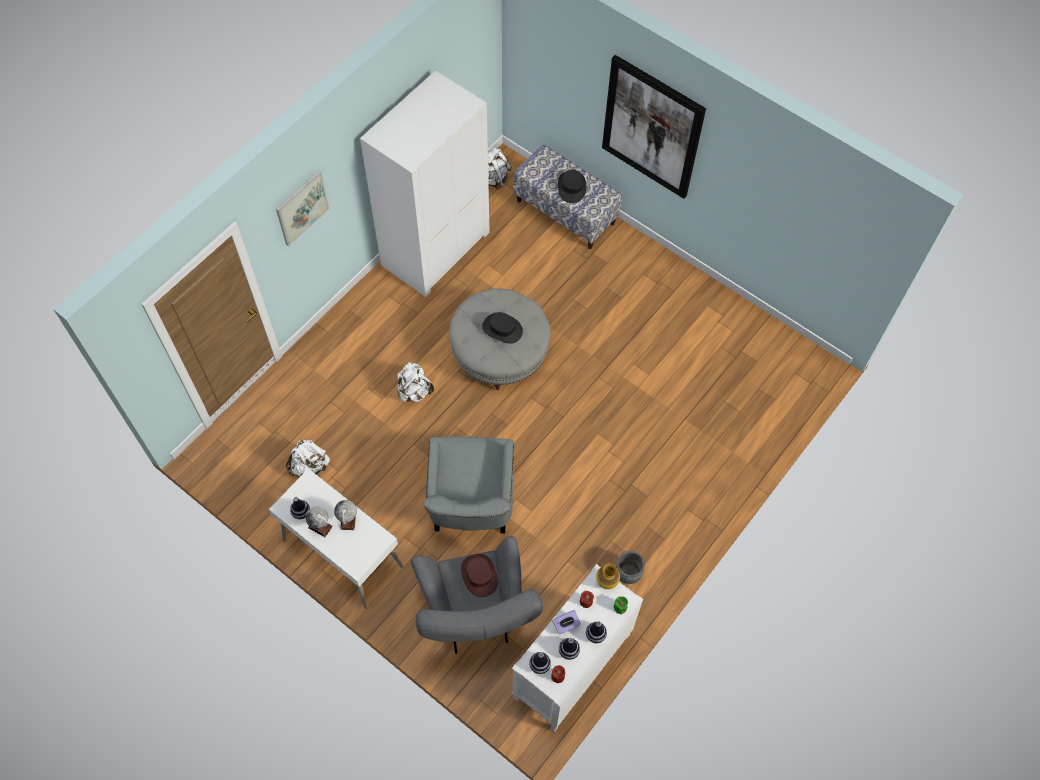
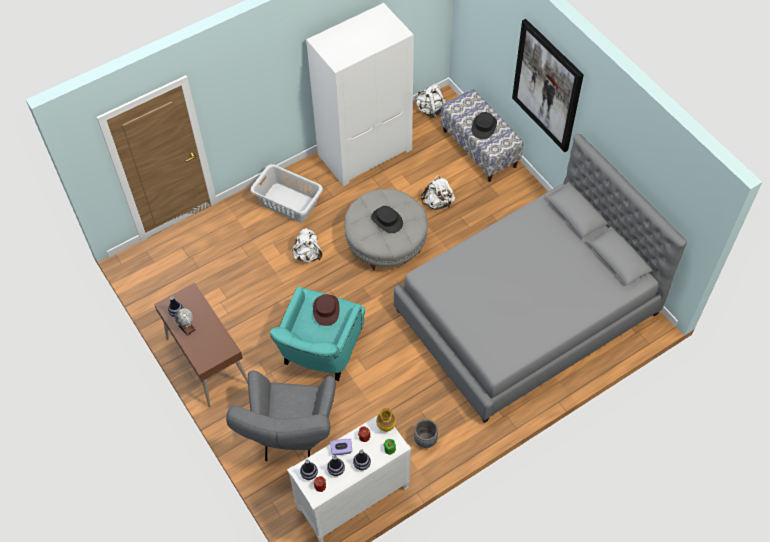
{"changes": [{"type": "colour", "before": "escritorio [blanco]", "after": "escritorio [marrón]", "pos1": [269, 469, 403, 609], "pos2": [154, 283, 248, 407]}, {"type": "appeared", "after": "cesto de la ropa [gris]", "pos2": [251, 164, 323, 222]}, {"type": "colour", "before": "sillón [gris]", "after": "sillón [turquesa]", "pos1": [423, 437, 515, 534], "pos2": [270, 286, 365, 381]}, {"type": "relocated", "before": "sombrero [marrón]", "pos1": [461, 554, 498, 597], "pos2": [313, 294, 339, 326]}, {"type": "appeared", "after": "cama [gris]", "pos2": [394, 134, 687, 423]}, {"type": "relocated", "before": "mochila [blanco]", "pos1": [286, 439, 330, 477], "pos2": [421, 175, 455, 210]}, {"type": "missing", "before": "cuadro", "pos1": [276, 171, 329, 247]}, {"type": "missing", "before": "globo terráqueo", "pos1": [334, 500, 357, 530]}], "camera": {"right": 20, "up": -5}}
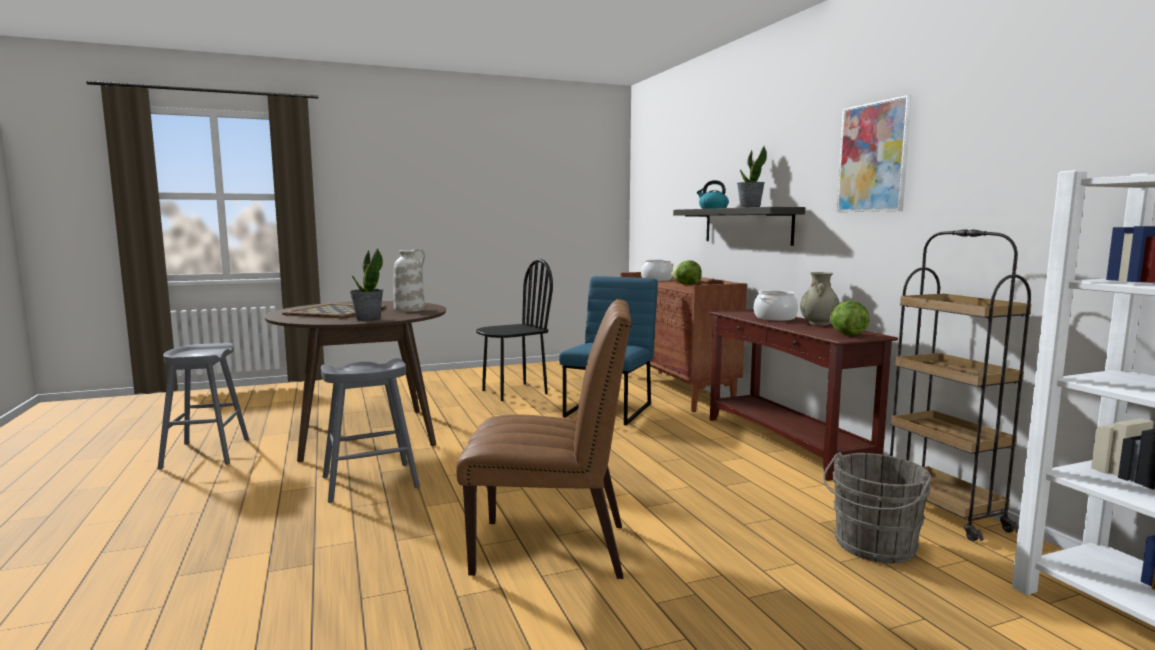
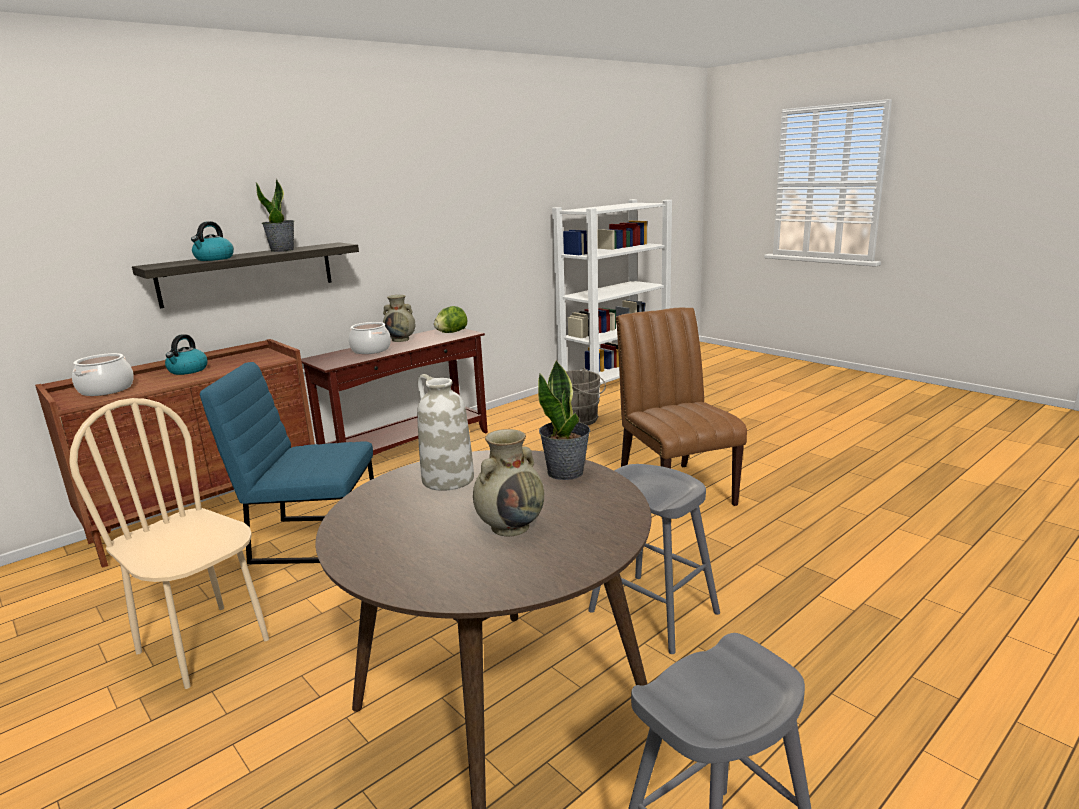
{"changes": [{"type": "colour", "before": "silla [negro]", "after": "silla [beis]", "pos1": [476, 259, 553, 401], "pos2": [69, 398, 269, 689]}, {"type": "exchanged", "before": "lechuga", "after": "hervidor", "pos1": [671, 260, 702, 285], "pos2": [165, 334, 208, 375]}, {"type": "exchanged", "before": "bandeja", "after": "florero [beis]", "pos1": [282, 303, 387, 318], "pos2": [473, 429, 544, 536]}, {"type": "missing", "before": "cuadro", "pos1": [836, 95, 912, 212]}, {"type": "missing", "before": "carrito [marrón]", "pos1": [890, 229, 1031, 541]}], "camera": {"right": -110, "up": 10}}
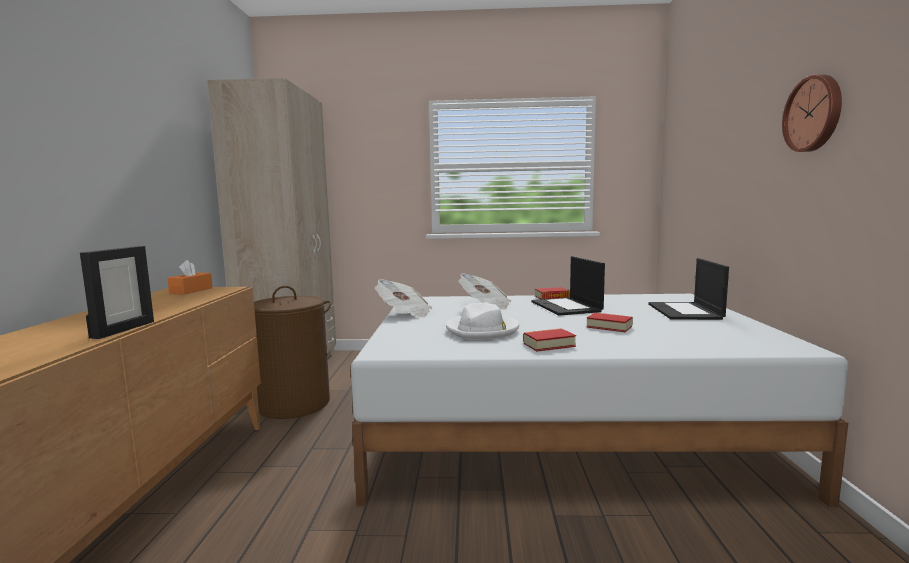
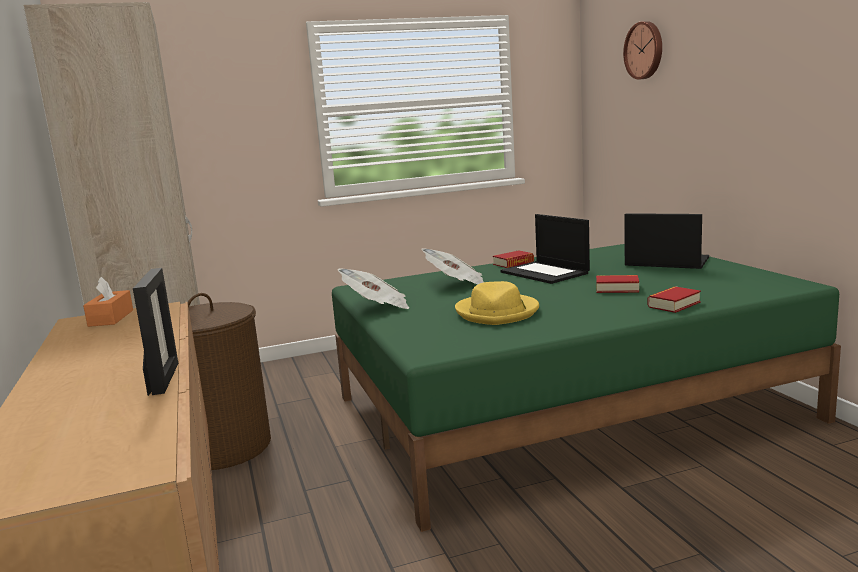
{"changes": [{"type": "colour", "before": "cama [blanco]", "after": "cama [verde]", "pos1": [351, 294, 848, 508], "pos2": [332, 244, 841, 532]}, {"type": "colour", "before": "sombrero [blanco]", "after": "sombrero [amarillo]", "pos1": [446, 303, 519, 340], "pos2": [455, 281, 539, 325]}, {"type": "relocated", "before": "reloj de pared", "pos1": [782, 74, 842, 152], "pos2": [623, 21, 662, 79]}, {"type": "spun", "before": "portátil", "pos1": [648, 258, 729, 320], "pos2": [624, 213, 709, 269], "turn": 135}, {"type": "relocated", "before": "libro", "pos1": [523, 328, 576, 351], "pos2": [647, 286, 701, 313]}], "camera": {"right": -20, "up": 5}}
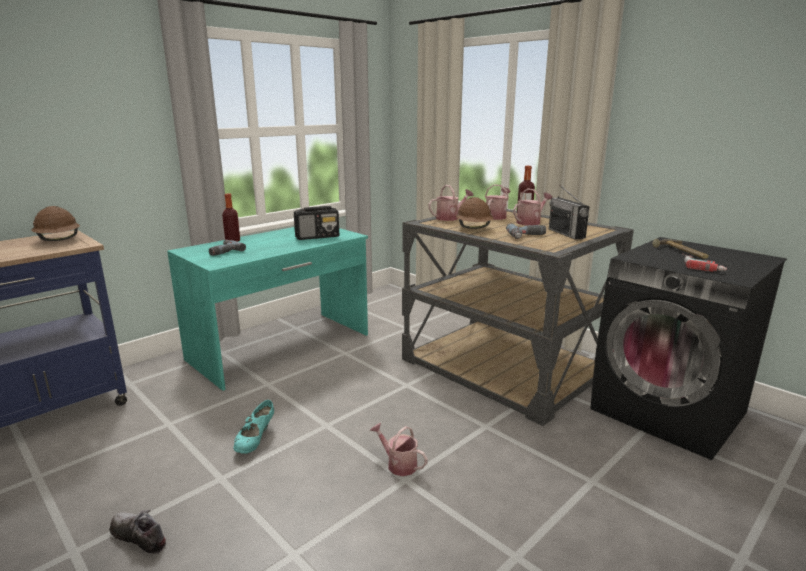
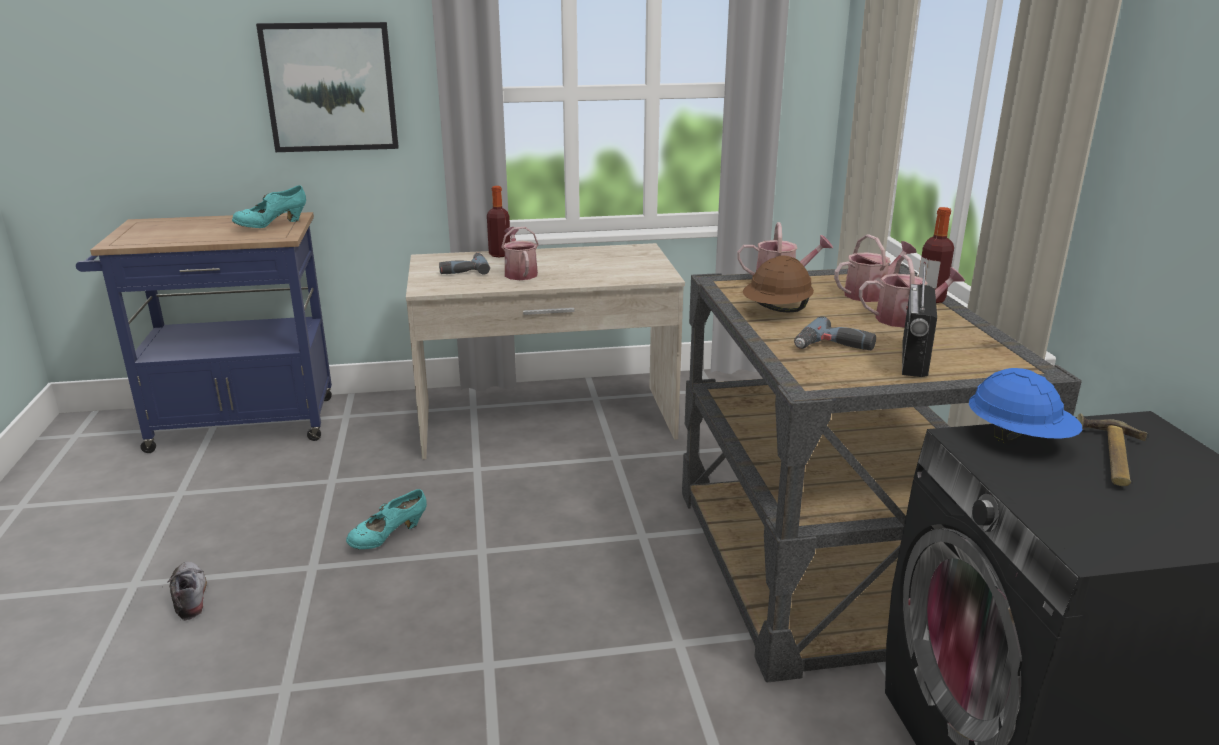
{"changes": [{"type": "exchanged", "before": "casco [marrón]", "after": "zapato [turquesa]", "pos1": [31, 206, 80, 241], "pos2": [232, 185, 306, 228]}, {"type": "appeared", "after": "cuadro", "pos2": [256, 22, 399, 152]}, {"type": "colour", "before": "escritorio [turquesa]", "after": "escritorio [beis]", "pos1": [167, 227, 368, 391], "pos2": [406, 243, 685, 460]}, {"type": "relocated", "before": "regadera", "pos1": [370, 423, 428, 476], "pos2": [502, 227, 539, 280]}, {"type": "appeared", "after": "casco [azul]", "pos2": [969, 368, 1083, 444]}, {"type": "missing", "before": "radio", "pos1": [294, 206, 339, 240]}, {"type": "missing", "before": "taladro", "pos1": [682, 254, 727, 272]}], "camera": {"right": 35, "up": 5}}
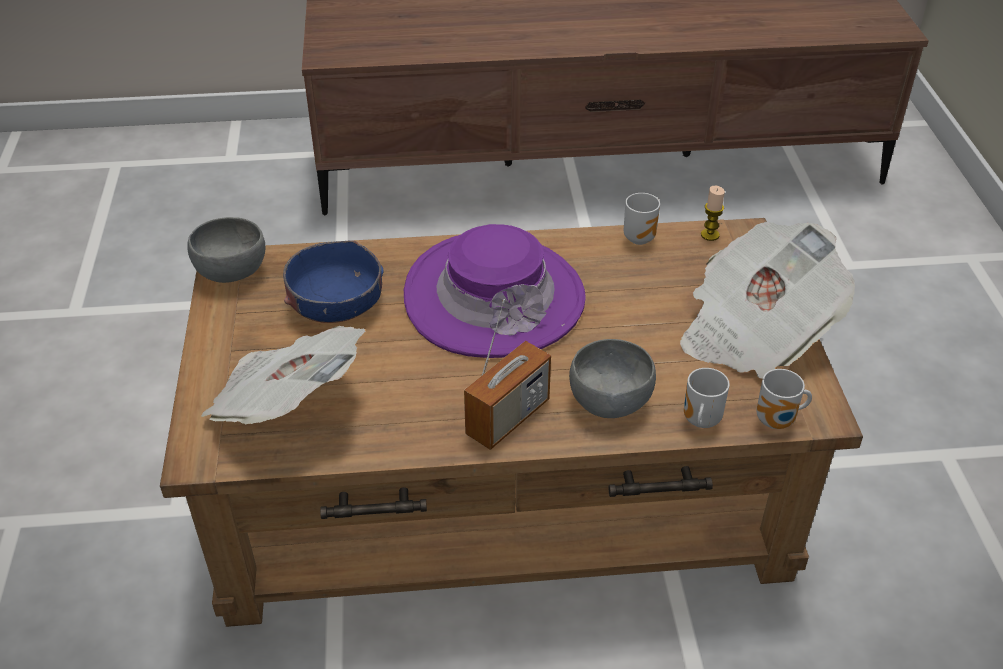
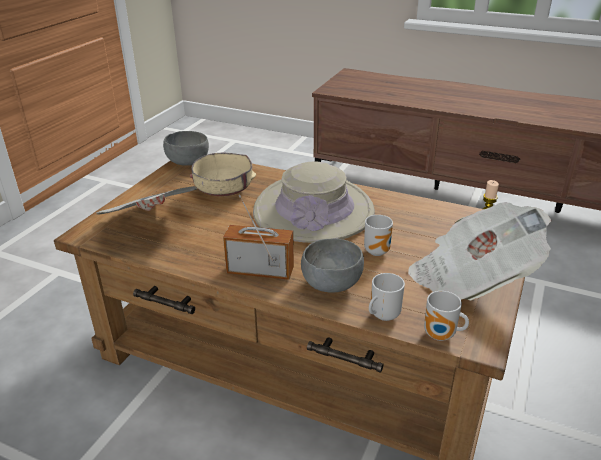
{"changes": [{"type": "colour", "before": "cuenco [azul]", "after": "cuenco [beis]", "pos1": [283, 240, 384, 323], "pos2": [190, 153, 256, 196]}, {"type": "spun", "before": "radio", "pos1": [464, 299, 551, 450], "pos2": [223, 195, 294, 280], "turn": -150}, {"type": "colour", "before": "sombrero [morado]", "after": "sombrero [beis]", "pos1": [404, 224, 586, 358], "pos2": [253, 161, 375, 243]}, {"type": "relocated", "before": "taza grande", "pos1": [624, 193, 660, 245], "pos2": [364, 215, 393, 256]}], "camera": {"right": 30, "up": -10}}
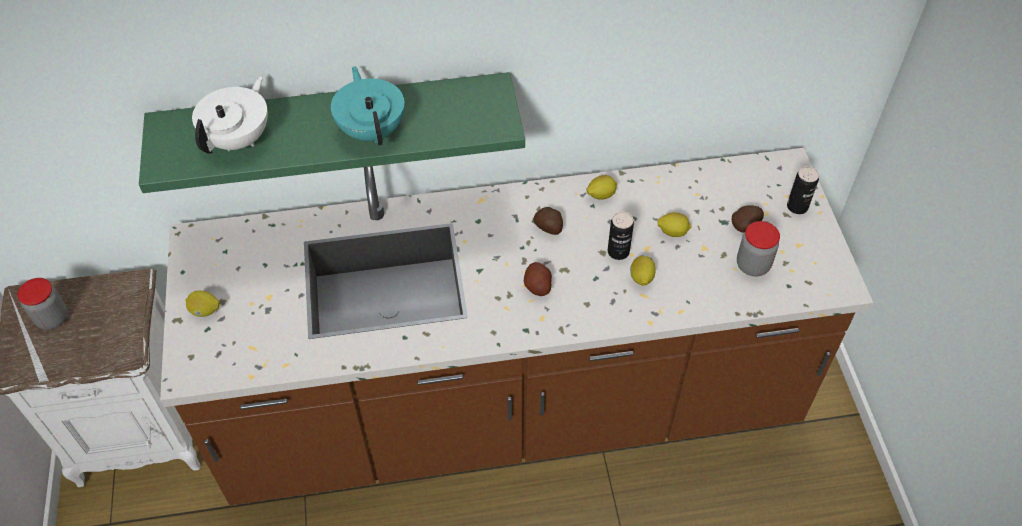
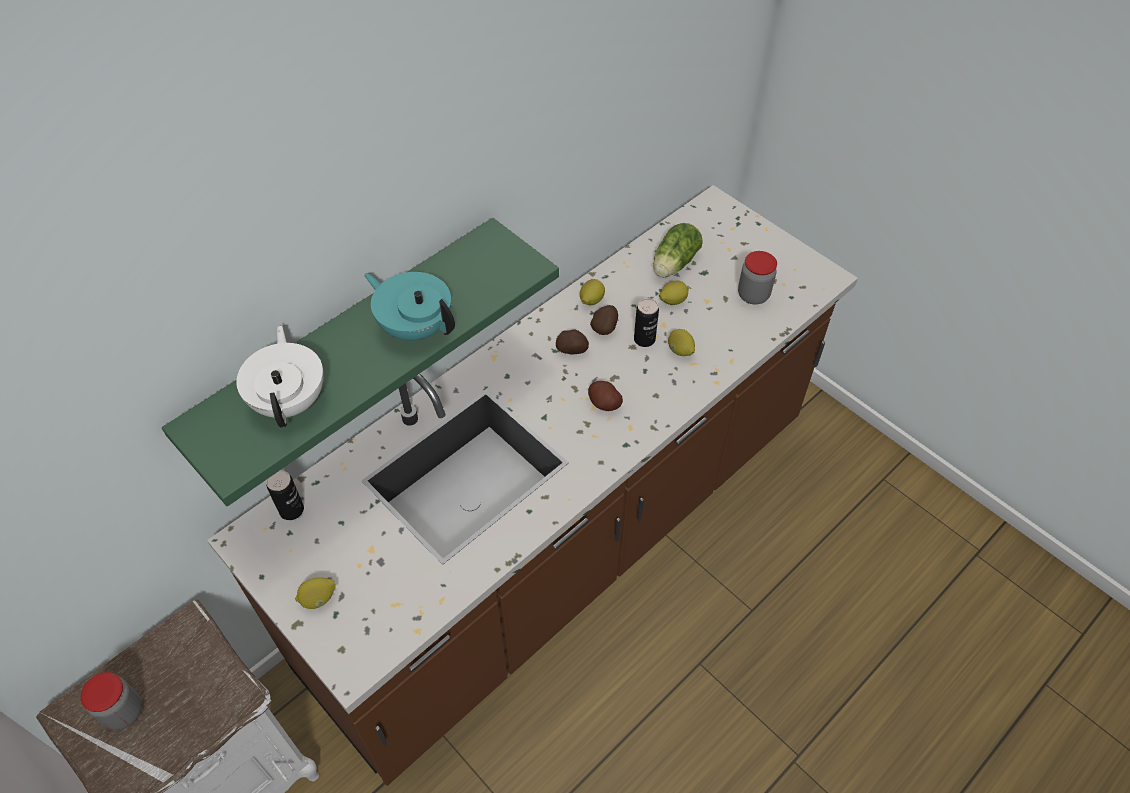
{"changes": [{"type": "relocated", "before": "lata", "pos1": [787, 166, 819, 214], "pos2": [266, 470, 304, 520]}, {"type": "relocated", "before": "patata", "pos1": [732, 205, 764, 232], "pos2": [590, 305, 618, 335]}, {"type": "appeared", "after": "lechuga", "pos2": [653, 223, 703, 277]}], "camera": {"right": -35, "up": 0}}
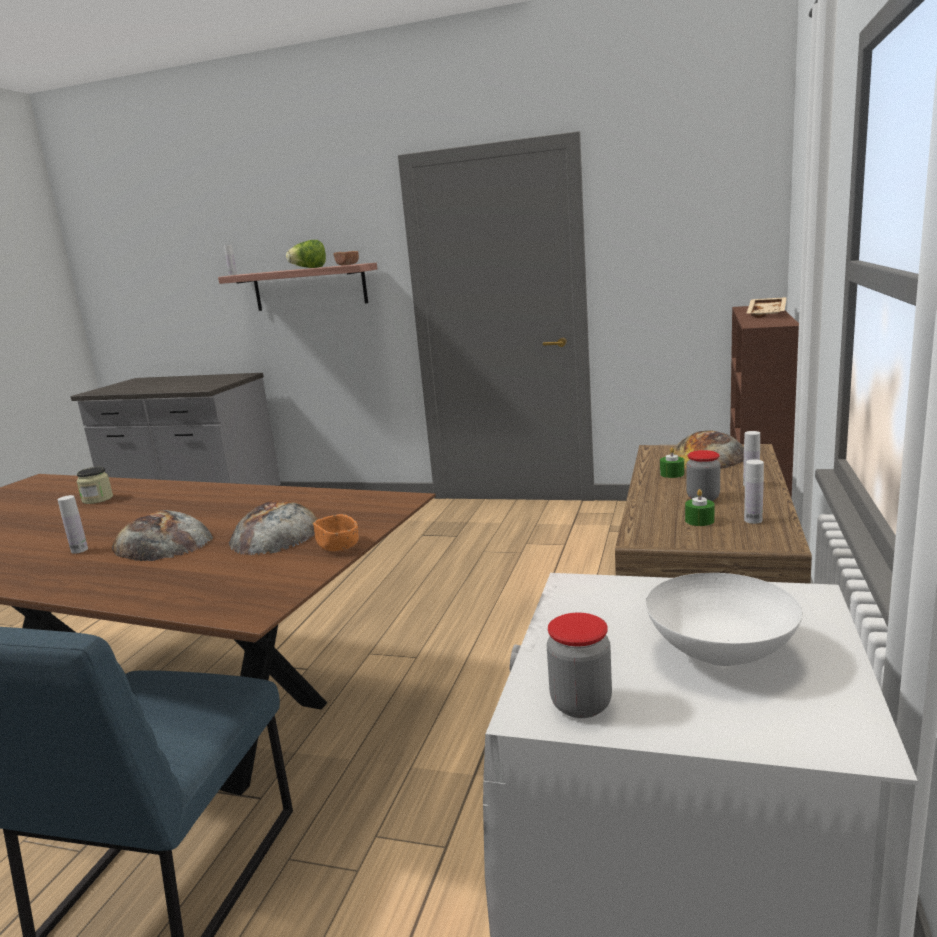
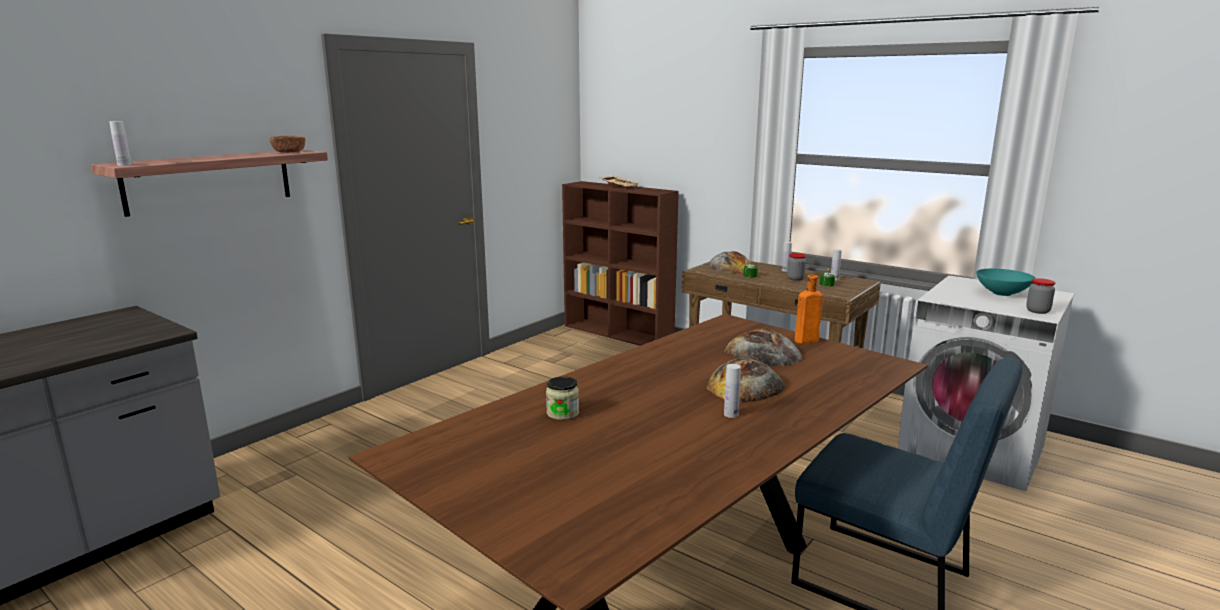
{"changes": [{"type": "exchanged", "before": "cuenco [naranja]", "after": "botella [naranja]", "pos1": [313, 514, 359, 551], "pos2": [795, 275, 823, 344]}, {"type": "colour", "before": "cuenco [blanco]", "after": "cuenco [turquesa]", "pos1": [646, 573, 803, 666], "pos2": [976, 269, 1035, 296]}, {"type": "missing", "before": "lechuga", "pos1": [286, 240, 326, 268]}], "camera": {"right": -70, "up": 0}}
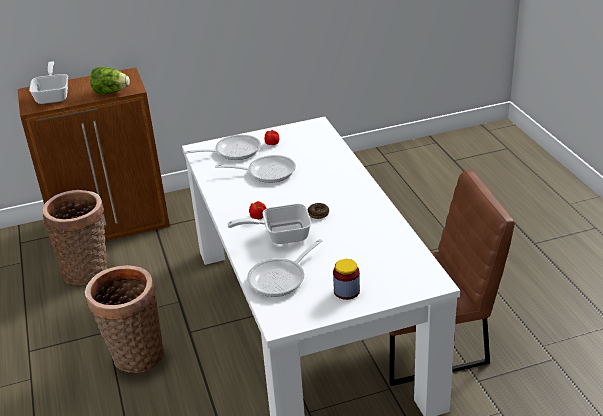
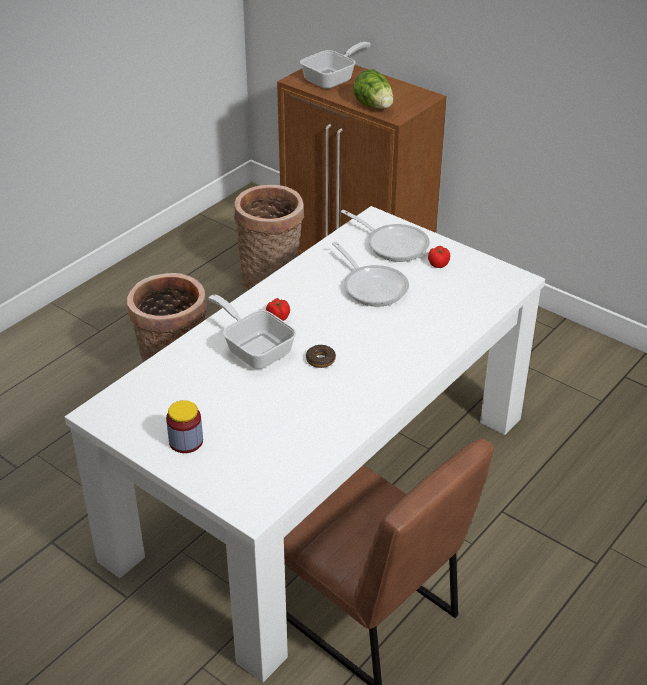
{"changes": [{"type": "missing", "before": "sartén", "pos1": [247, 239, 322, 297]}], "camera": {"right": 55, "up": 5}}
